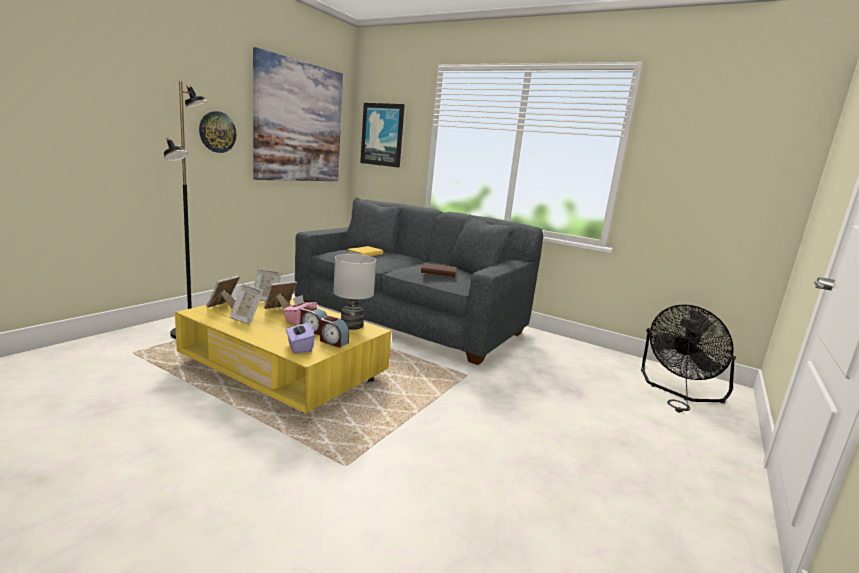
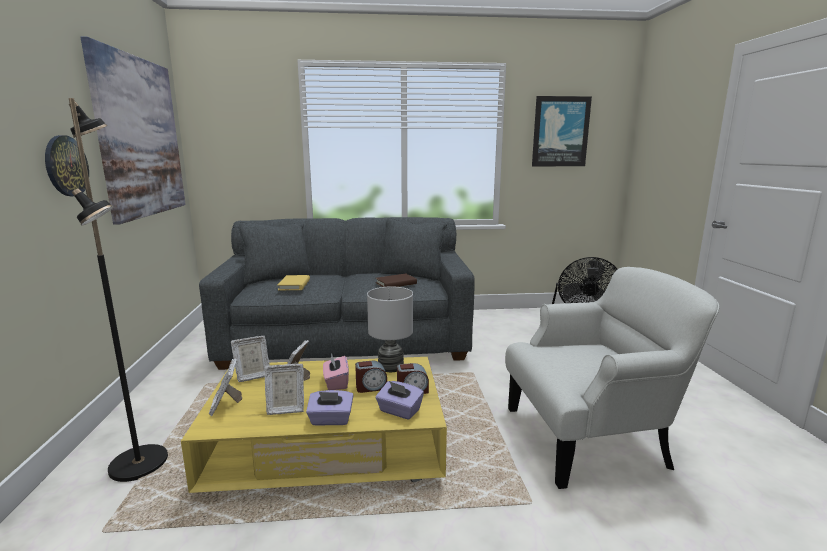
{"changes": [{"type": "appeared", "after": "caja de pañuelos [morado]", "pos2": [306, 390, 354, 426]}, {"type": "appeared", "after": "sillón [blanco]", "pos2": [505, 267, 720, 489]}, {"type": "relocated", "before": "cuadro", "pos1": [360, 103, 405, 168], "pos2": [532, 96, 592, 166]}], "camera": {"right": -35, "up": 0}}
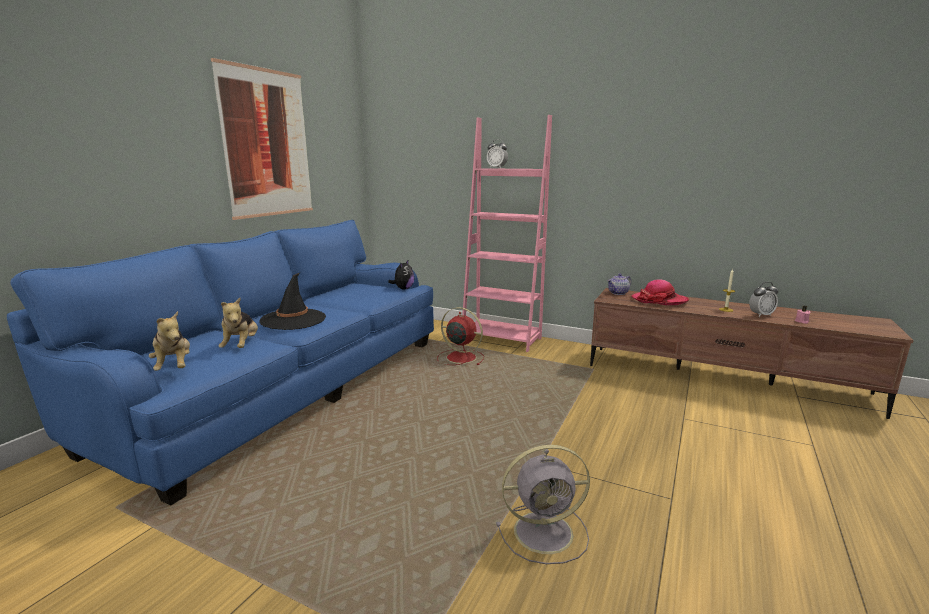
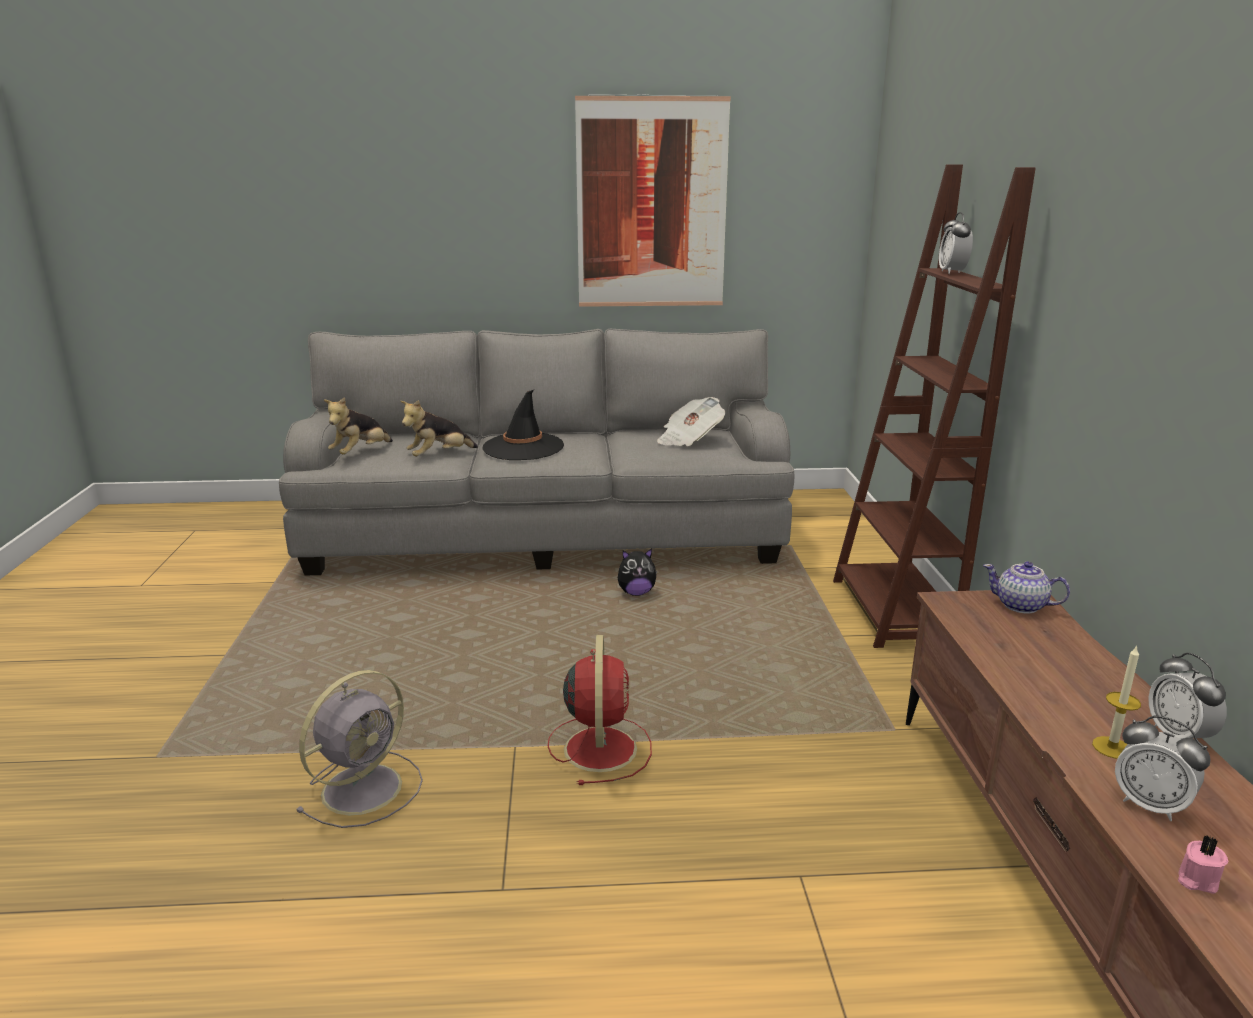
{"changes": [{"type": "colour", "before": "sofá [azul]", "after": "sofá [gris]", "pos1": [7, 220, 434, 505], "pos2": [279, 329, 794, 576]}, {"type": "spun", "before": "ventilador [gris]", "pos1": [496, 445, 590, 564], "pos2": [296, 670, 423, 828], "turn": -105}, {"type": "relocated", "before": "ventilador [rojo]", "pos1": [437, 307, 484, 365], "pos2": [548, 635, 652, 785]}, {"type": "relocated", "before": "peluche", "pos1": [388, 260, 414, 289], "pos2": [618, 549, 657, 596]}, {"type": "appeared", "after": "periódico", "pos2": [657, 397, 725, 446]}, {"type": "colour", "before": "estantería [rosa]", "after": "estantería [marrón]", "pos1": [462, 115, 552, 352], "pos2": [833, 164, 1036, 648]}, {"type": "appeared", "after": "despertador", "pos2": [1149, 652, 1227, 739]}, {"type": "missing", "before": "sombrero", "pos1": [631, 279, 689, 305]}], "camera": {"right": 60, "up": 5}}
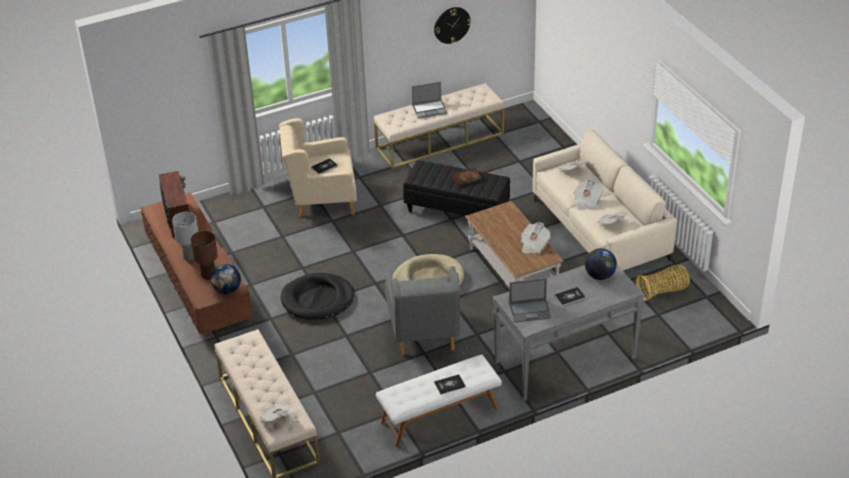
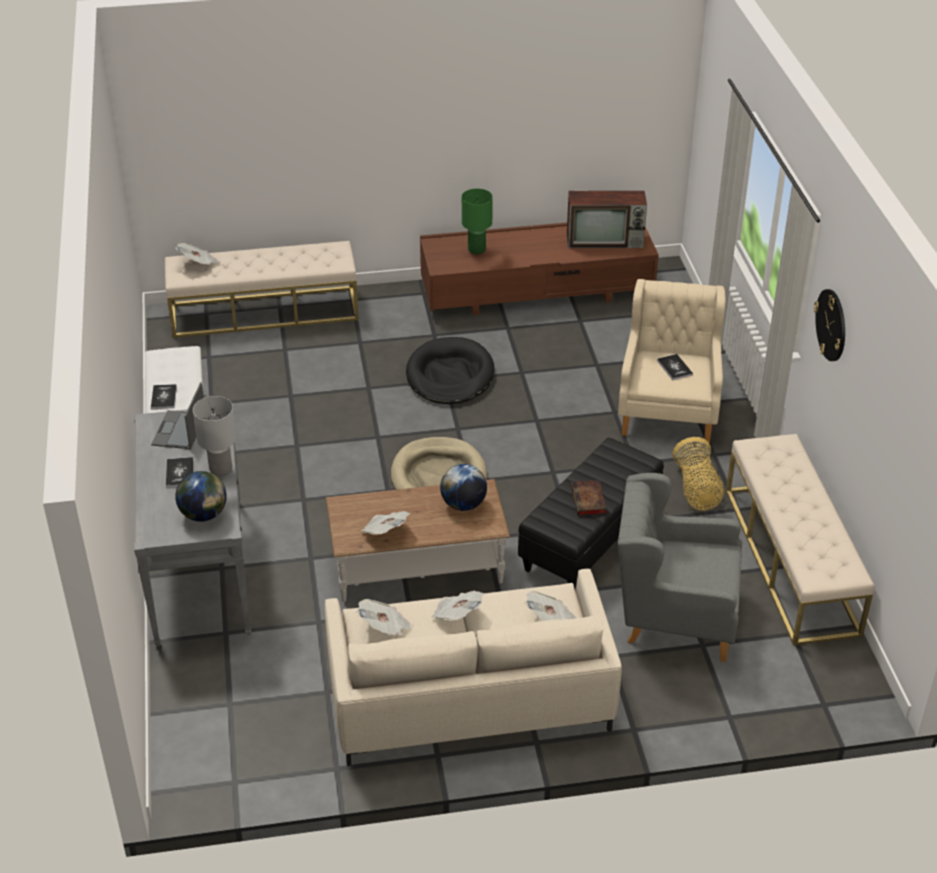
{"changes": [{"type": "relocated", "before": "lámpara de mesa [gris]", "pos1": [172, 212, 198, 260], "pos2": [193, 396, 237, 477]}, {"type": "relocated", "before": "globo terráqueo", "pos1": [211, 264, 241, 294], "pos2": [440, 464, 487, 511]}, {"type": "colour", "before": "lámpara de mesa [marrón]", "after": "lámpara de mesa [verde]", "pos1": [191, 231, 218, 280], "pos2": [462, 189, 493, 254]}, {"type": "relocated", "before": "sillón [gris]", "pos1": [385, 266, 460, 356], "pos2": [618, 473, 742, 662]}, {"type": "relocated", "before": "cesta", "pos1": [636, 264, 690, 301], "pos2": [673, 437, 724, 511]}, {"type": "relocated", "before": "reloj de pared", "pos1": [434, 7, 471, 44], "pos2": [814, 289, 845, 361]}, {"type": "missing", "before": "portátil", "pos1": [412, 81, 447, 118]}], "camera": {"right": 105, "up": 0}}
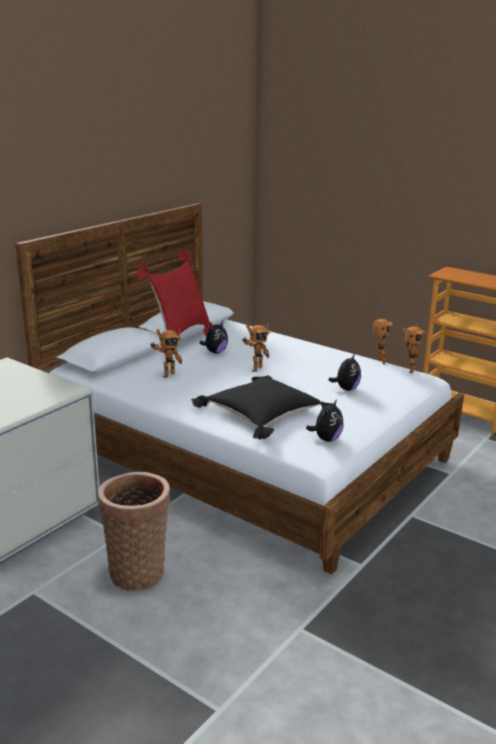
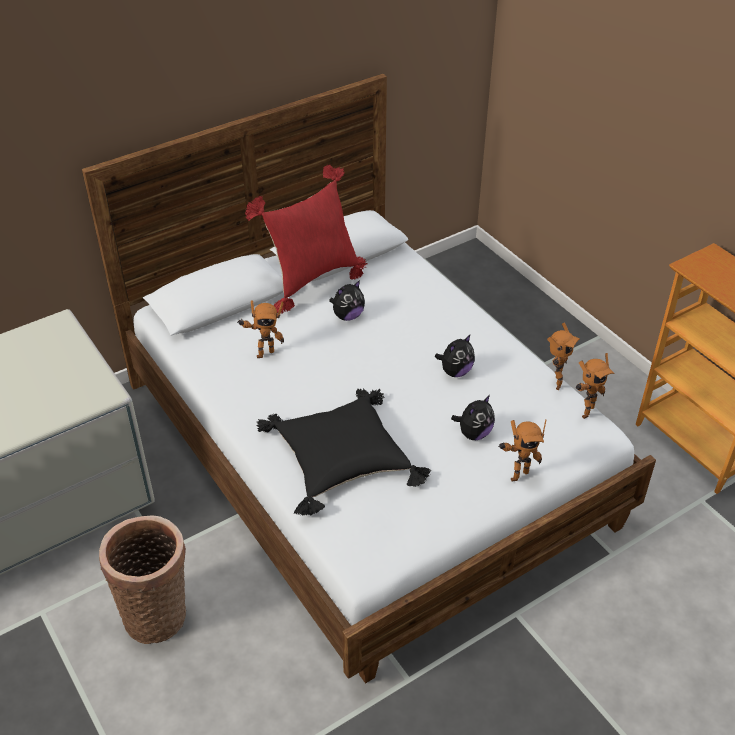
{"changes": [{"type": "relocated", "before": "peluche", "pos1": [306, 399, 344, 442], "pos2": [435, 334, 475, 377]}, {"type": "relocated", "before": "robot de juguete", "pos1": [243, 323, 270, 372], "pos2": [498, 419, 547, 482]}], "camera": {"right": 20, "up": 20}}
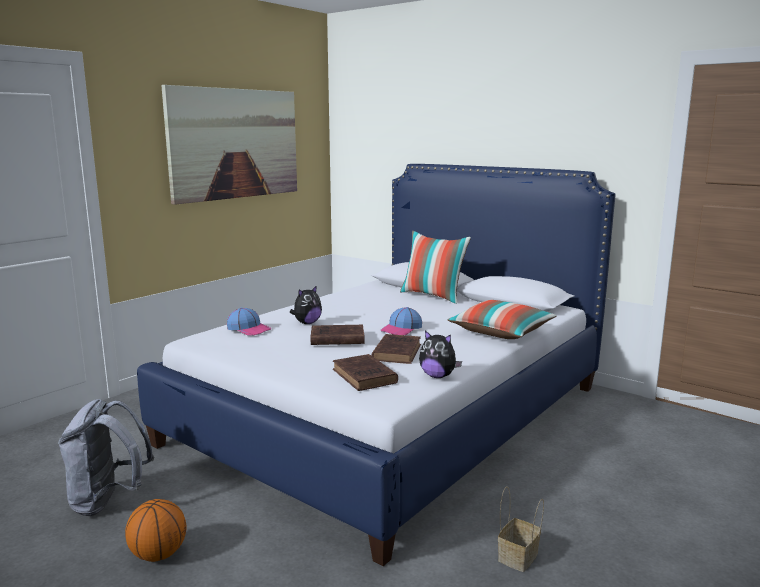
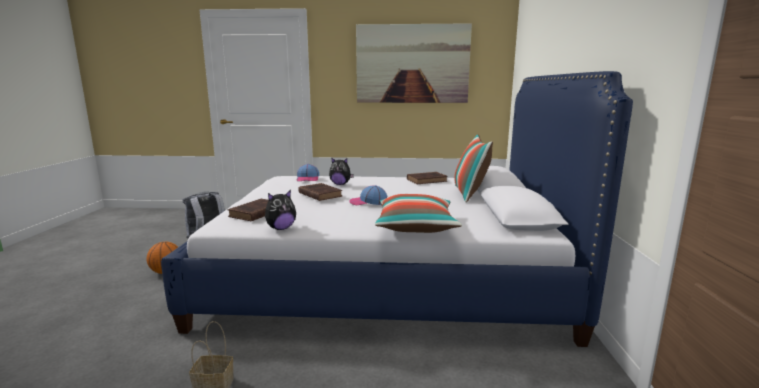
{"changes": [{"type": "spun", "before": "peluche", "pos1": [419, 330, 462, 378], "pos2": [265, 190, 296, 230], "turn": -120}, {"type": "relocated", "before": "libro [marrón]", "pos1": [371, 334, 421, 364], "pos2": [407, 172, 448, 184]}], "camera": {"right": 55, "up": 0}}
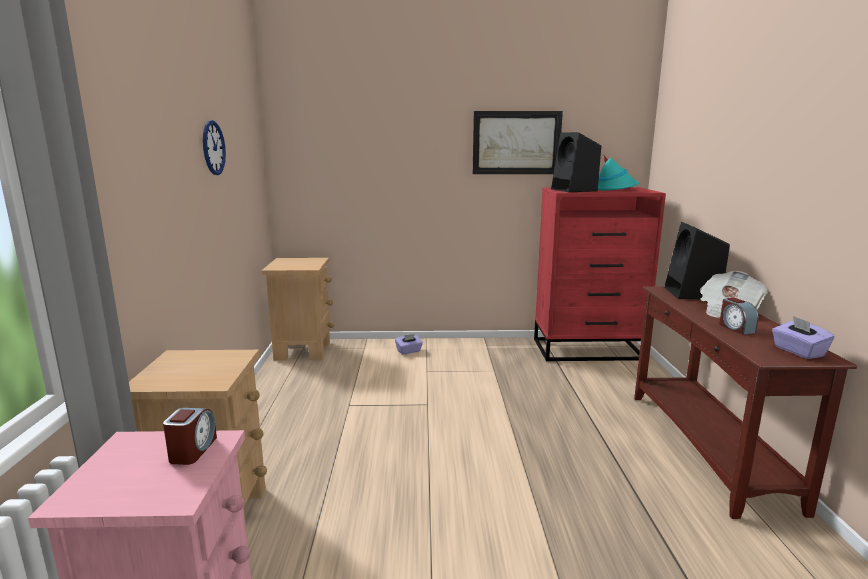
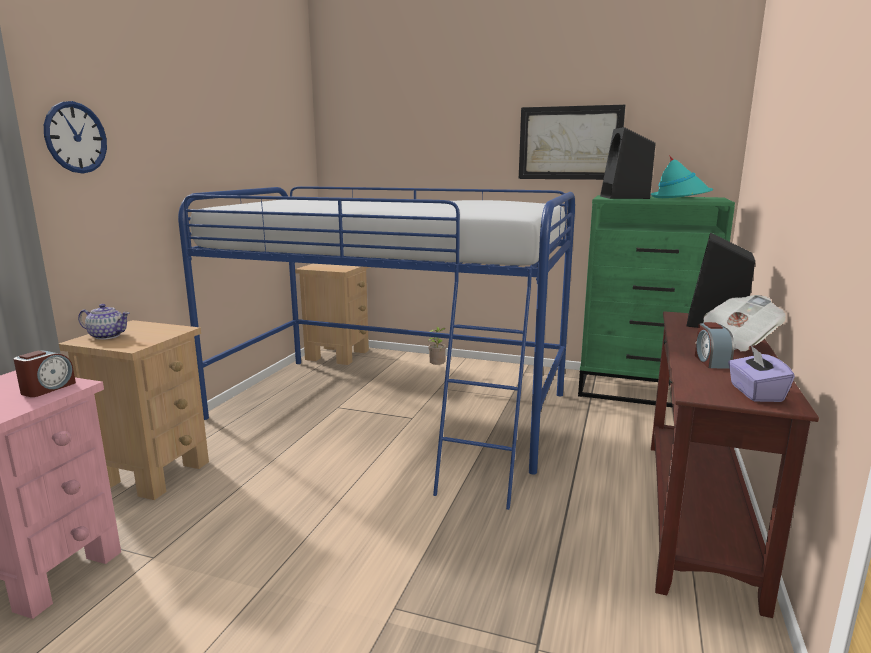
{"changes": [{"type": "relocated", "before": "reloj de pared", "pos1": [203, 120, 226, 175], "pos2": [44, 101, 107, 173]}, {"type": "appeared", "after": "tetera", "pos2": [78, 304, 130, 340]}, {"type": "appeared", "after": "cama [azul]", "pos2": [178, 186, 575, 510]}, {"type": "exchanged", "before": "caja de pañuelos [morado]", "after": "planta en maceta", "pos1": [395, 334, 423, 355], "pos2": [428, 327, 446, 365]}, {"type": "colour", "before": "cómoda [rojo]", "after": "cómoda [verde]", "pos1": [534, 187, 666, 362], "pos2": [578, 195, 735, 408]}], "camera": {"right": 20, "up": 0}}
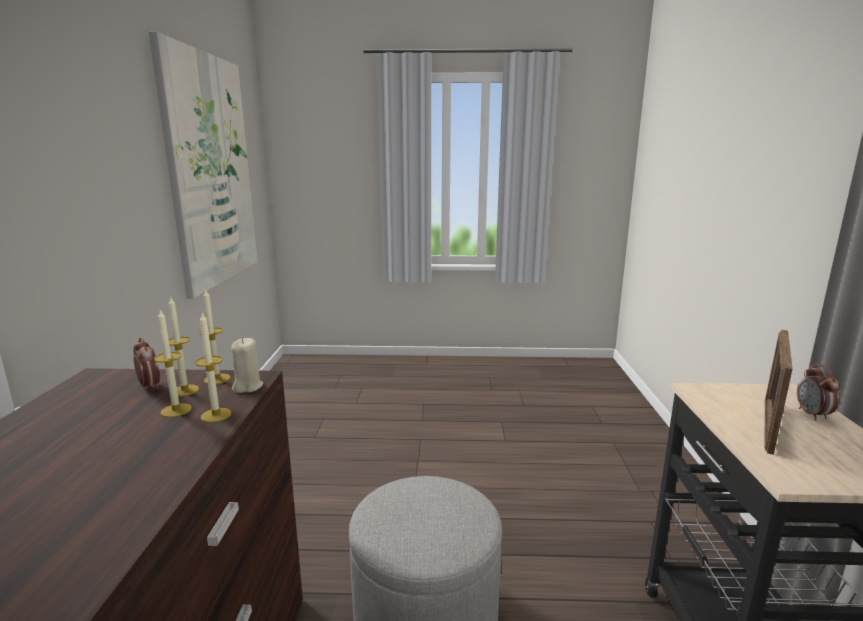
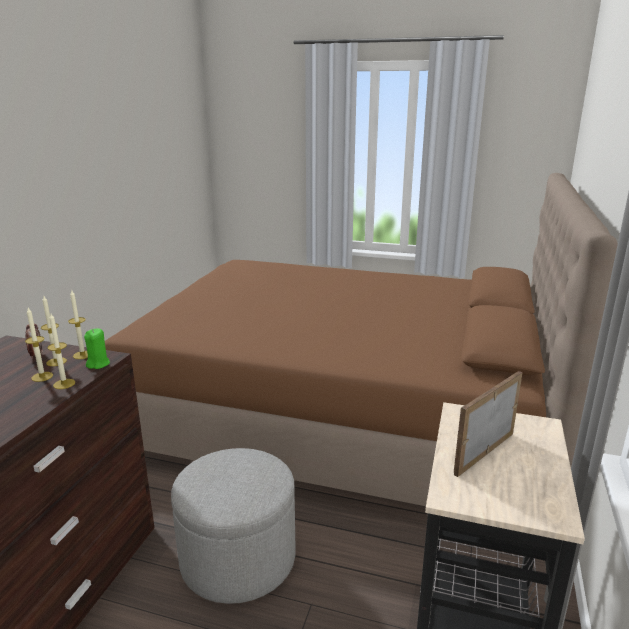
{"changes": [{"type": "colour", "before": "vela [beis]", "after": "vela [verde]", "pos1": [231, 338, 263, 393], "pos2": [84, 329, 110, 369]}, {"type": "appeared", "after": "cama [marrón]", "pos2": [105, 173, 618, 506]}, {"type": "missing", "before": "cuadro", "pos1": [149, 32, 258, 298]}, {"type": "missing", "before": "despertador", "pos1": [797, 364, 840, 420]}], "camera": {"right": 15, "up": 5}}
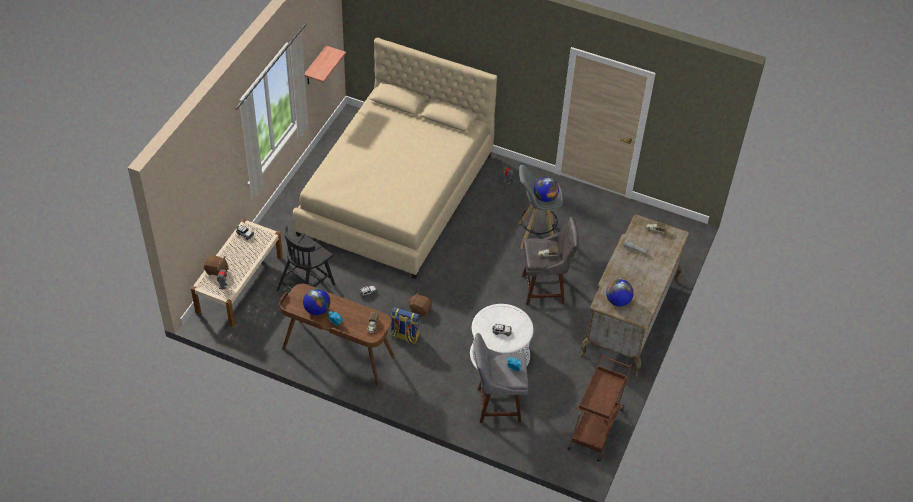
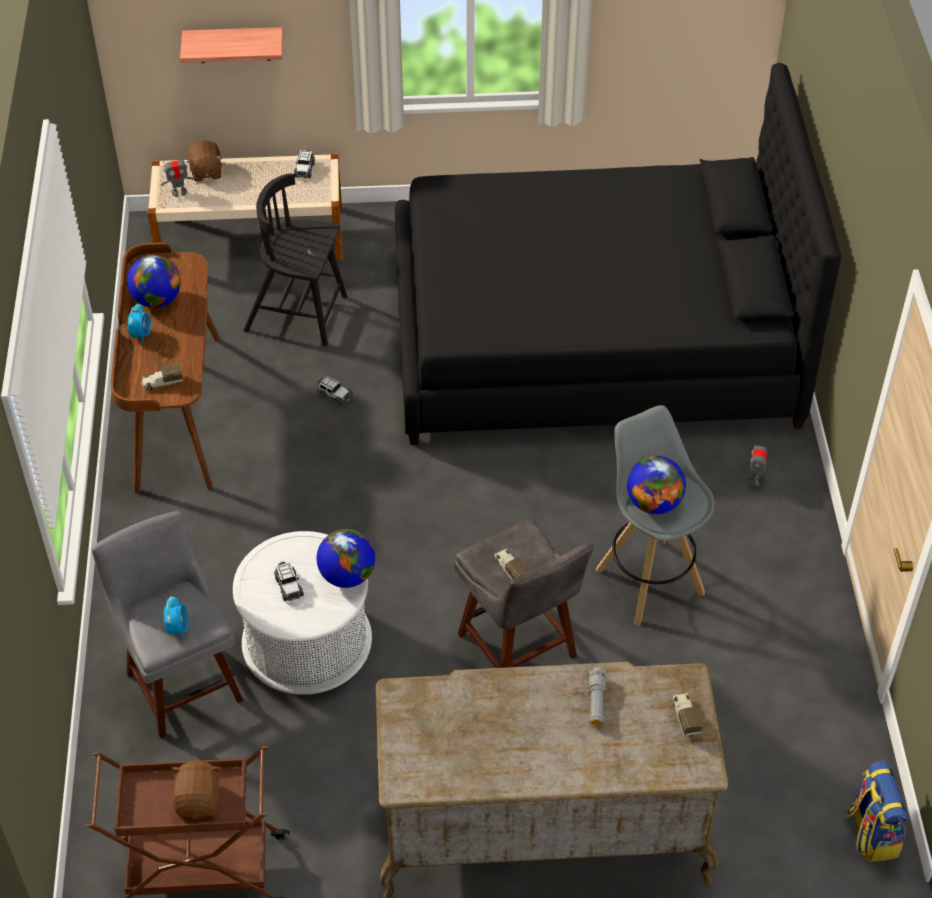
{"changes": [{"type": "relocated", "before": "peluche [marrón]", "pos1": [408, 292, 432, 316], "pos2": [171, 760, 221, 819]}, {"type": "relocated", "before": "estante", "pos1": [305, 46, 346, 85], "pos2": [180, 27, 283, 63]}, {"type": "relocated", "before": "globo terráqueo", "pos1": [606, 279, 634, 307], "pos2": [317, 529, 375, 588]}, {"type": "colour", "before": "cama [beis]", "after": "cama [negro]", "pos1": [293, 38, 497, 279], "pos2": [395, 62, 842, 445]}, {"type": "relocated", "before": "mochila", "pos1": [391, 307, 420, 344], "pos2": [846, 761, 908, 862]}], "camera": {"right": 65, "up": 0}}
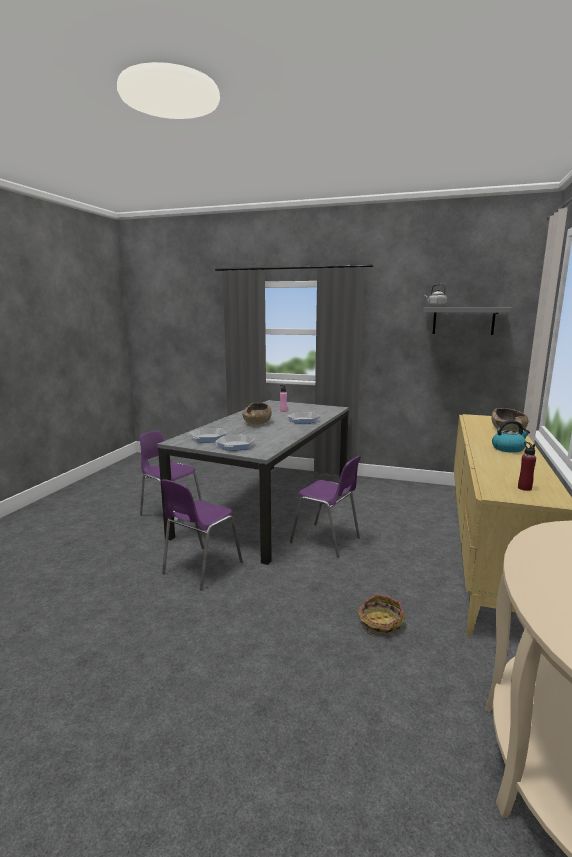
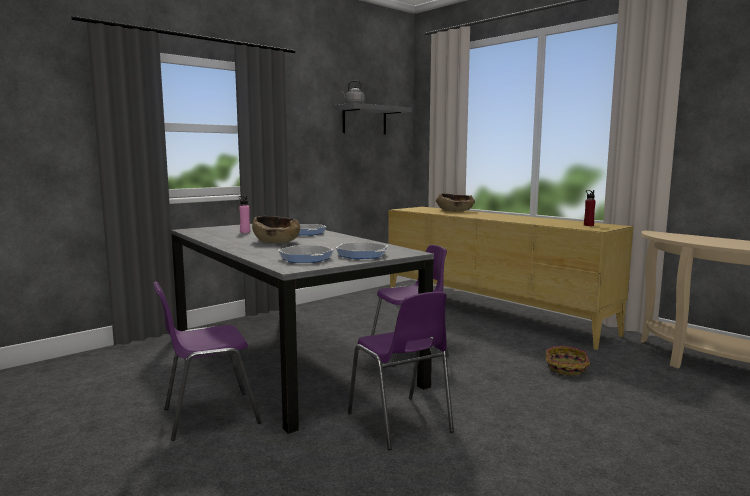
{"changes": [{"type": "missing", "before": "hervidor", "pos1": [492, 420, 530, 453]}], "camera": {"right": -60, "up": -5}}
